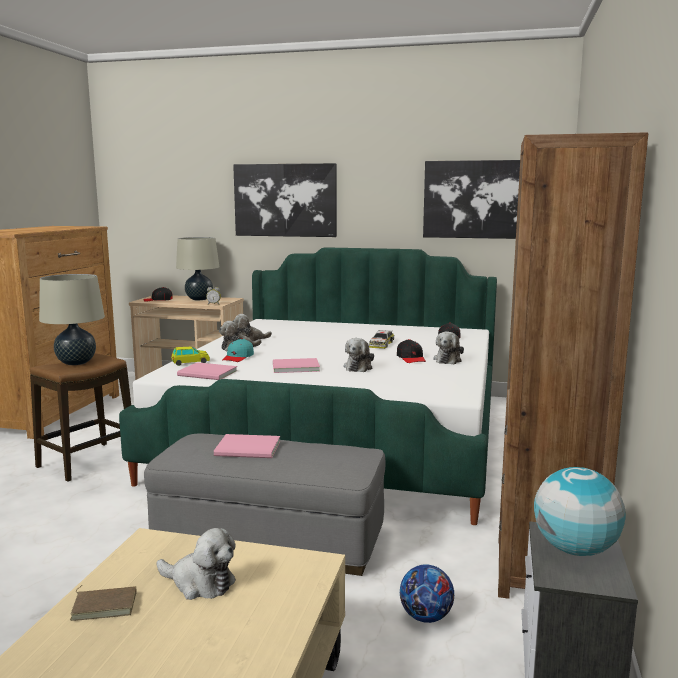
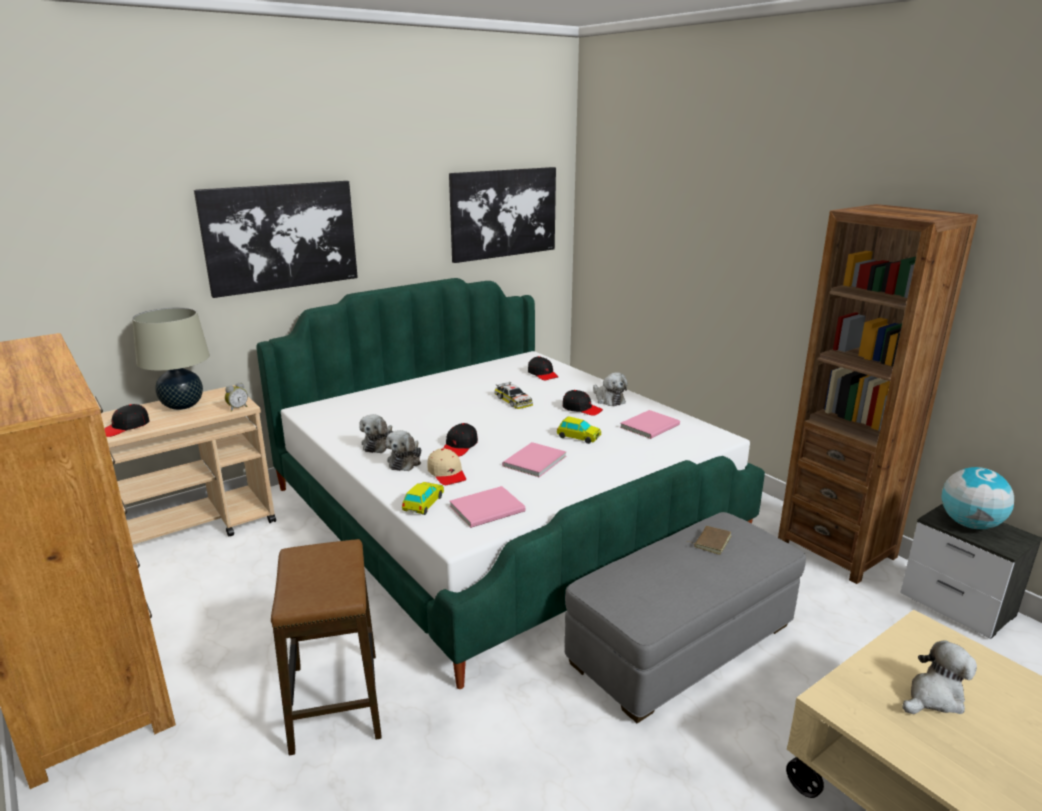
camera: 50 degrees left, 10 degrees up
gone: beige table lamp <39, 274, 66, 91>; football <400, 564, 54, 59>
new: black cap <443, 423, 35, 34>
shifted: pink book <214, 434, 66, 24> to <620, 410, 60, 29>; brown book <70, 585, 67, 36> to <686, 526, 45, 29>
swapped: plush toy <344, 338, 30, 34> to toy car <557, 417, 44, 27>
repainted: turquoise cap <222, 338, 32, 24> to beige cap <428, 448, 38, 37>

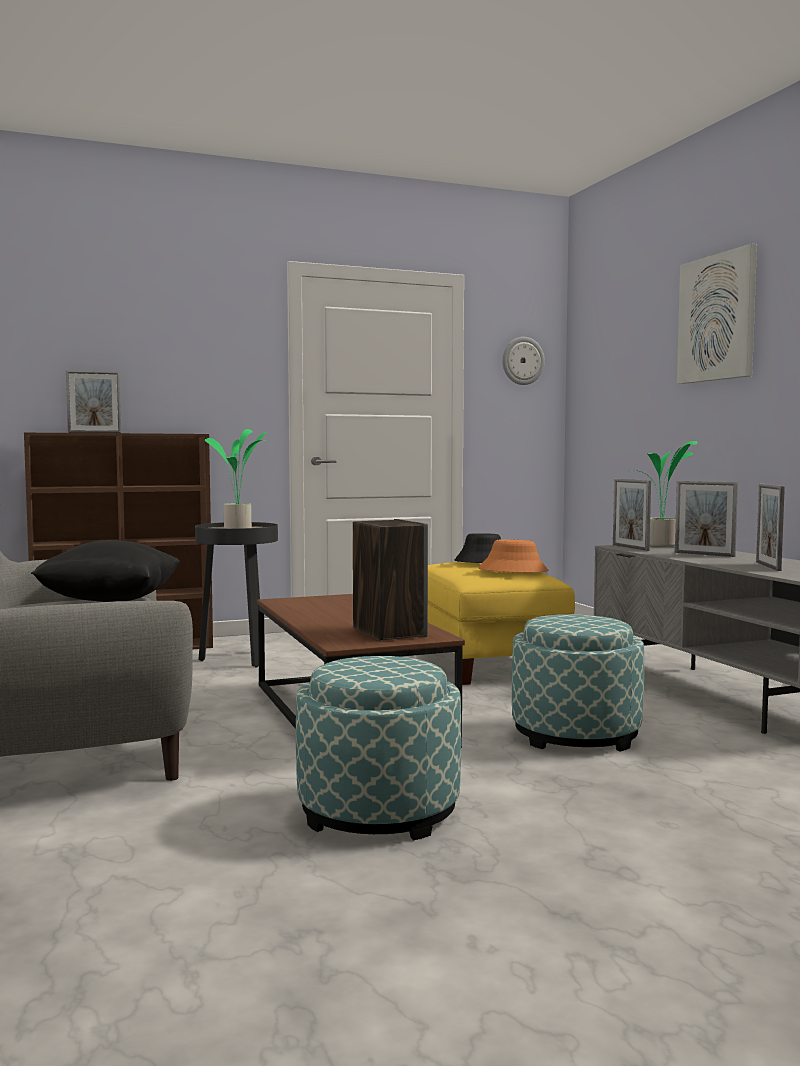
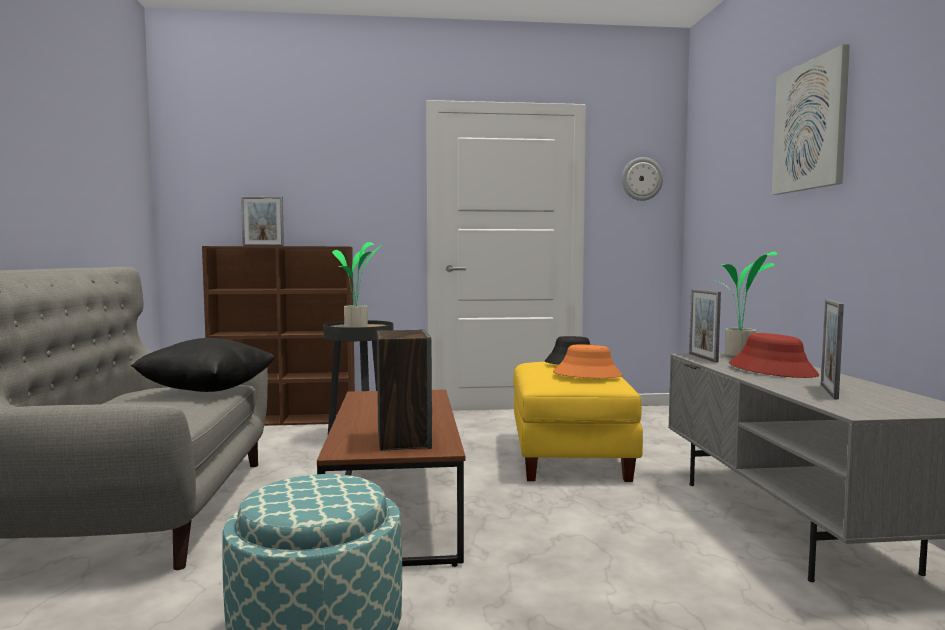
camera: 15 degrees right, 0 degrees up
gone: ottoman <512, 614, 132, 138>
swapped: picture frame <675, 481, 63, 76> to red hat <729, 333, 90, 45>

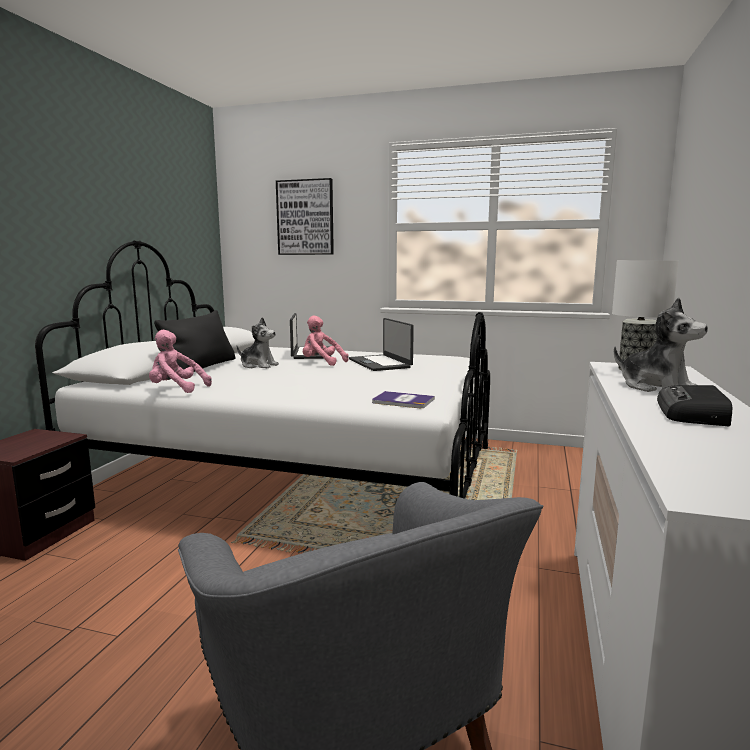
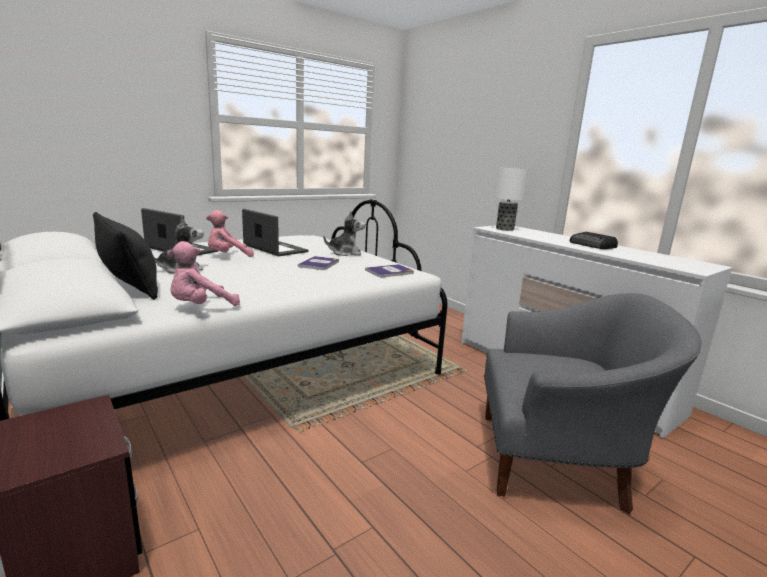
camera: 55 degrees left, 5 degrees up
gone: picture <276, 178, 58, 77>
new: book <298, 256, 41, 14>
shifted: plush toy <614, 298, 94, 94> to <324, 211, 41, 45>
rotated: laptop <349, 318, 65, 53> = <242, 209, 67, 47> 150 degrees counterclockwise

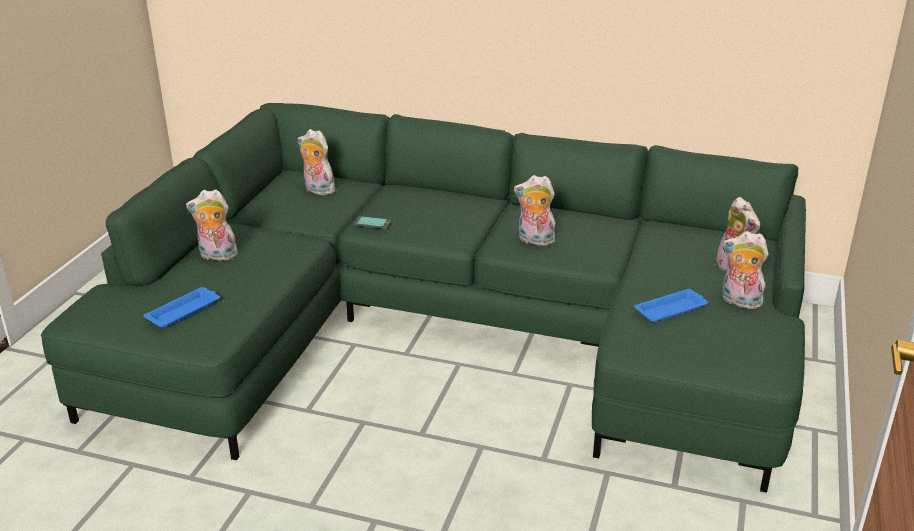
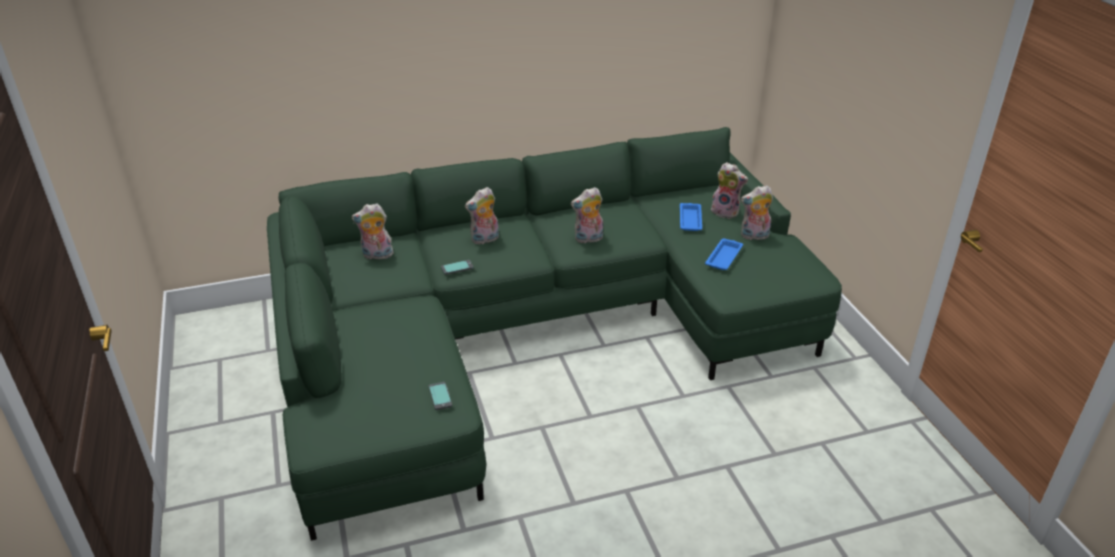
camera: 35 degrees left, 5 degrees up
new: phone <428, 382, 24, 28>
shifted: plush toy <186, 189, 52, 72> to <465, 187, 34, 57>; blue tray <144, 287, 76, 41> to <680, 203, 22, 28>

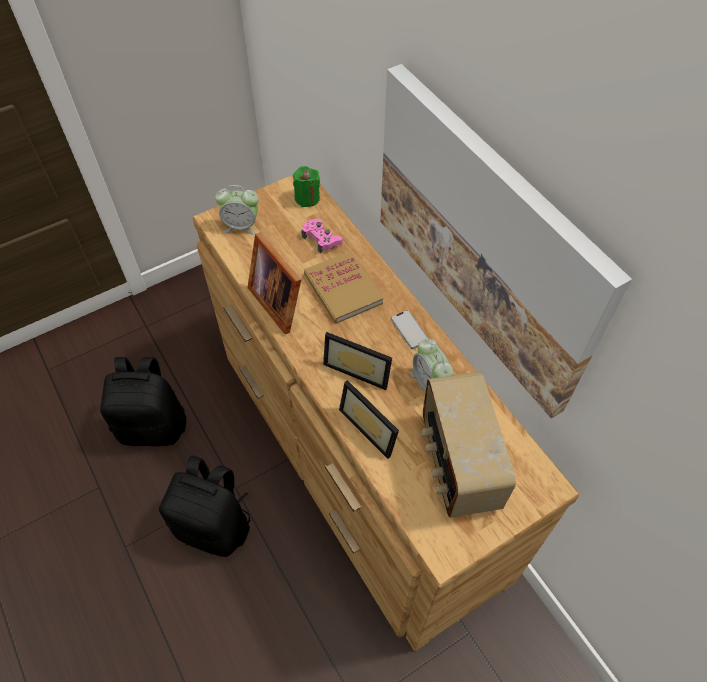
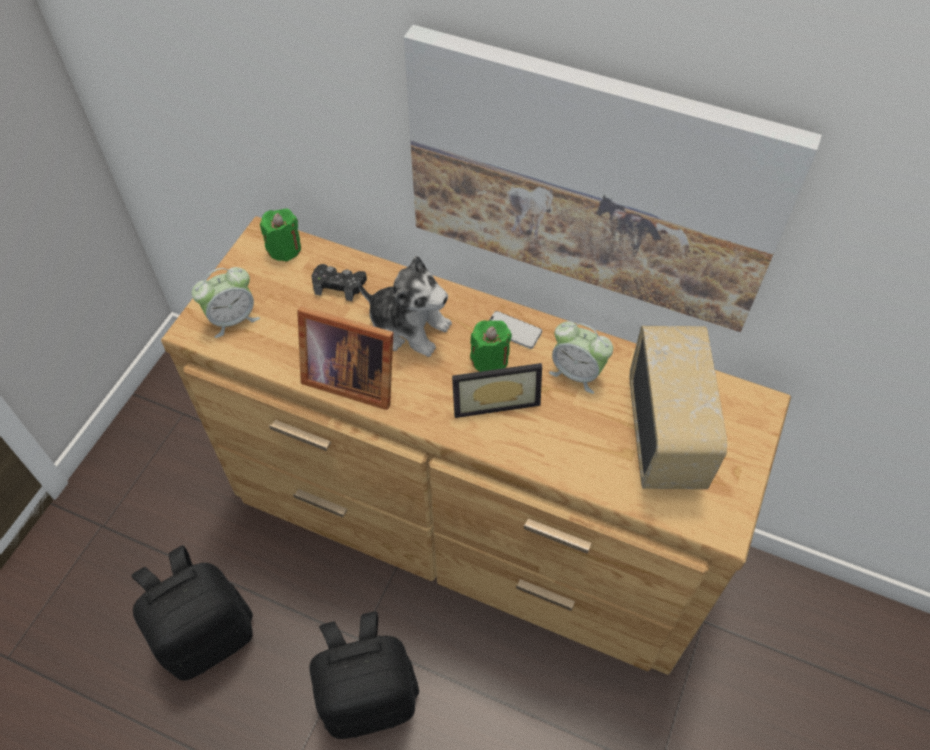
camera: 35 degrees left, 0 degrees up
gone: picture frame <339, 380, 60, 79>
new: green candle <470, 320, 42, 52>
swapped: book <304, 251, 79, 73> to plush toy <357, 256, 95, 101>
repainted: pink game controller <302, 219, 40, 34> to black game controller <312, 264, 55, 37>
rotated: radio <421, 372, 95, 146> = <630, 326, 97, 163> 135 degrees counterclockwise

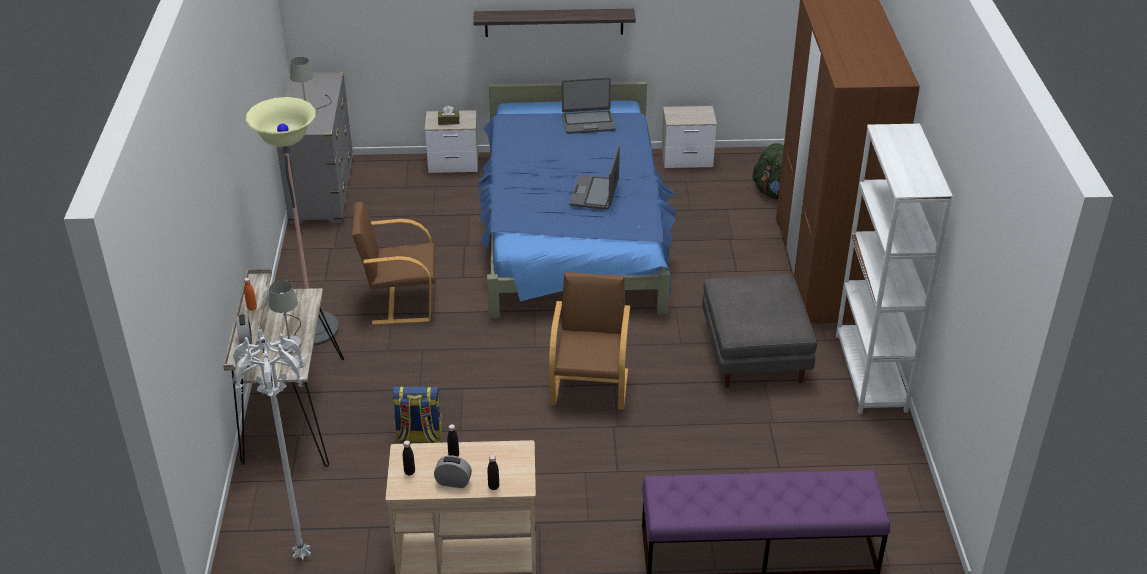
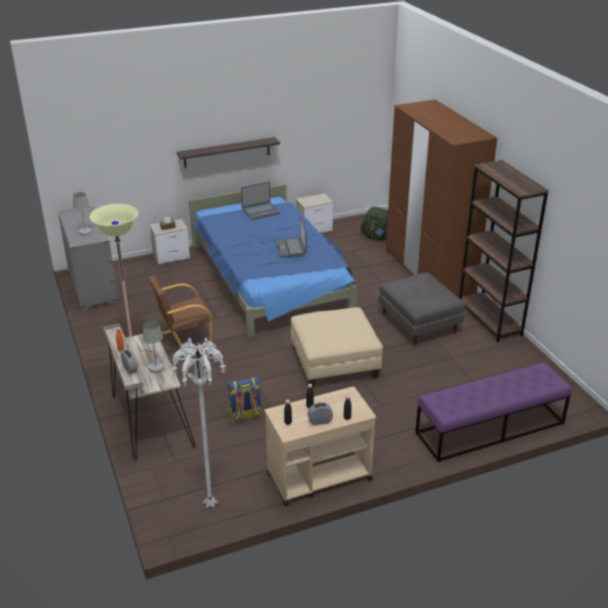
camera: 20 degrees left, 5 degrees down
swapped: brown armchair <549, 272, 81, 138> to beige ottoman <291, 307, 92, 81>
repainted: white bookcase <836, 124, 117, 290> to brown bookcase <459, 160, 90, 182>

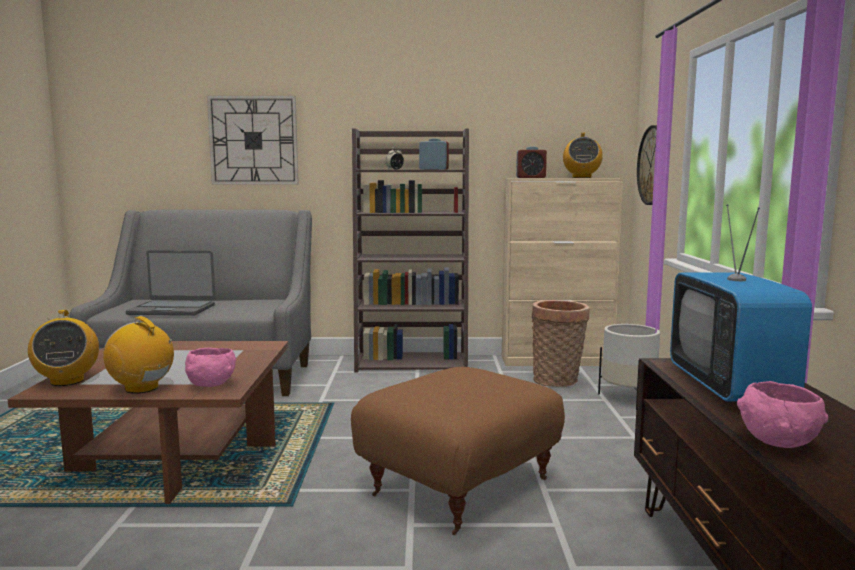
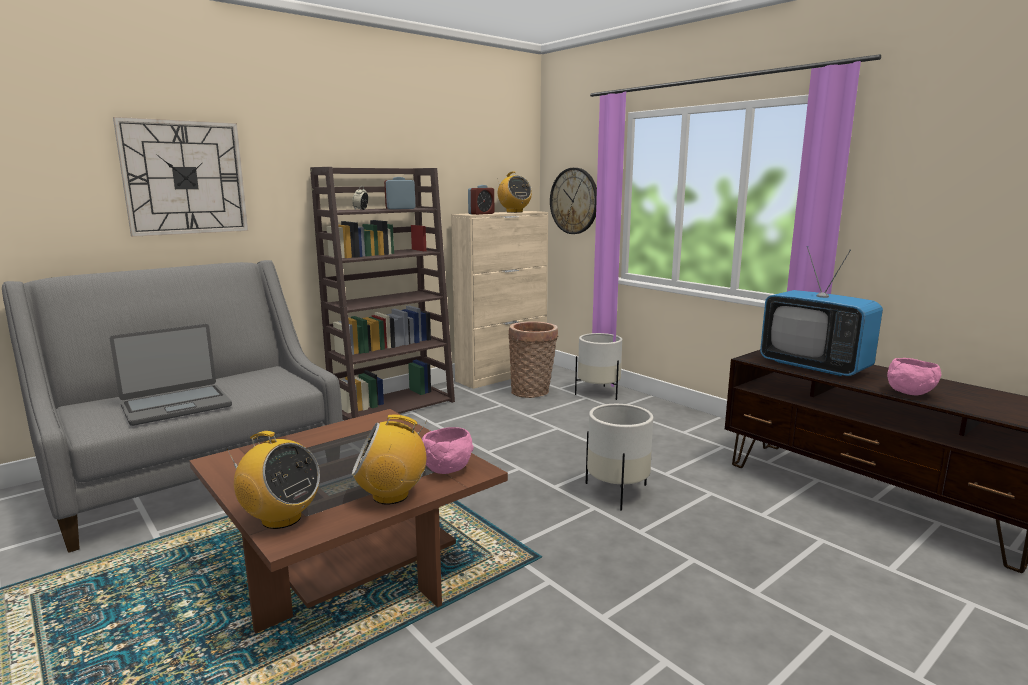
camera: 40 degrees left, 5 degrees up
swapped: brown ottoman <351, 367, 214, 168> to white planter <586, 404, 67, 107>

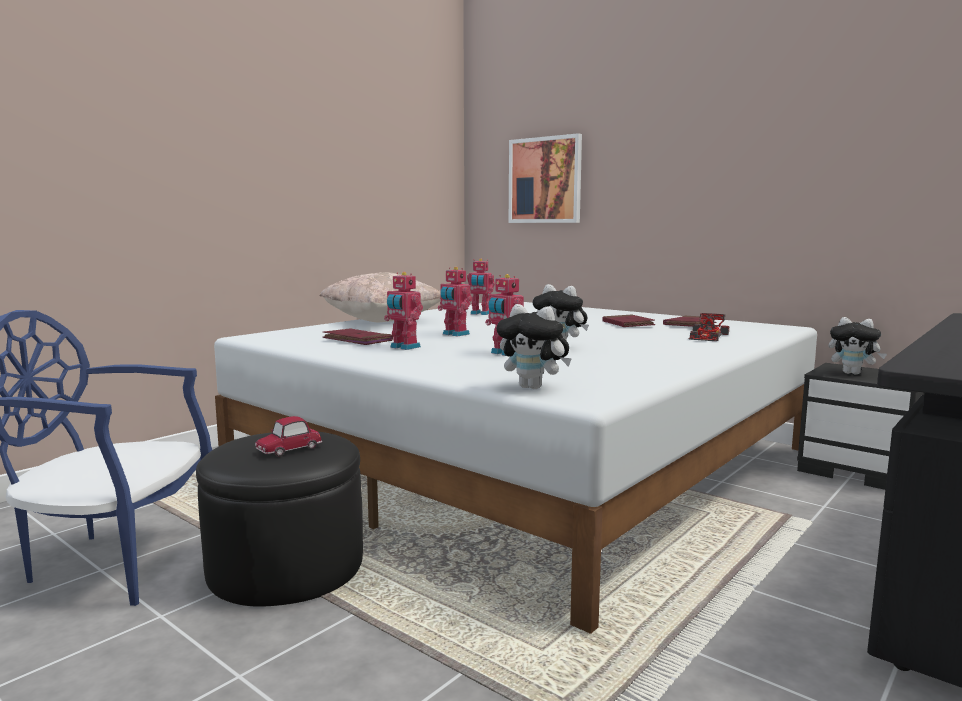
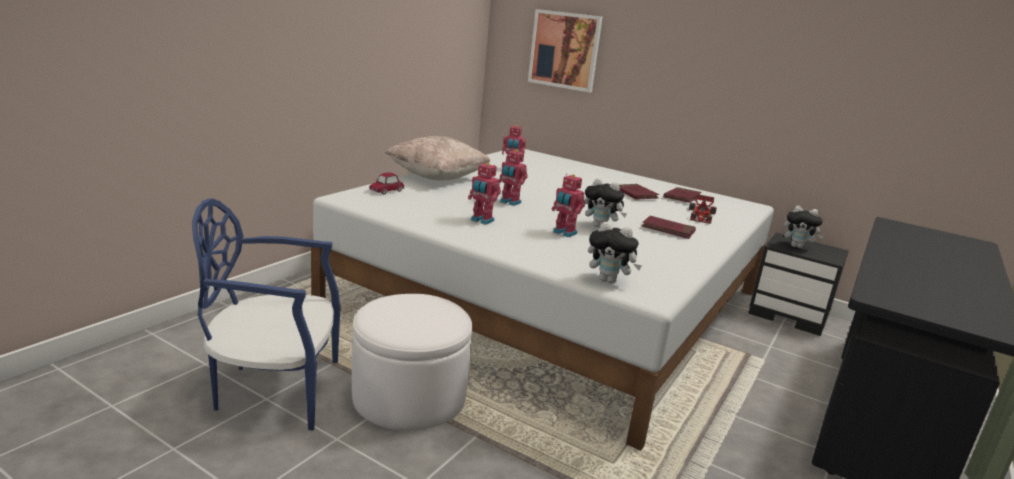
camera: 10 degrees left, 10 degrees up
shifted: toy car <255, 416, 67, 40> to <369, 172, 36, 23>; red book <323, 328, 70, 17> to <642, 216, 54, 23>
repainted: black ottoman <196, 431, 167, 176> to white ottoman <352, 294, 120, 137>

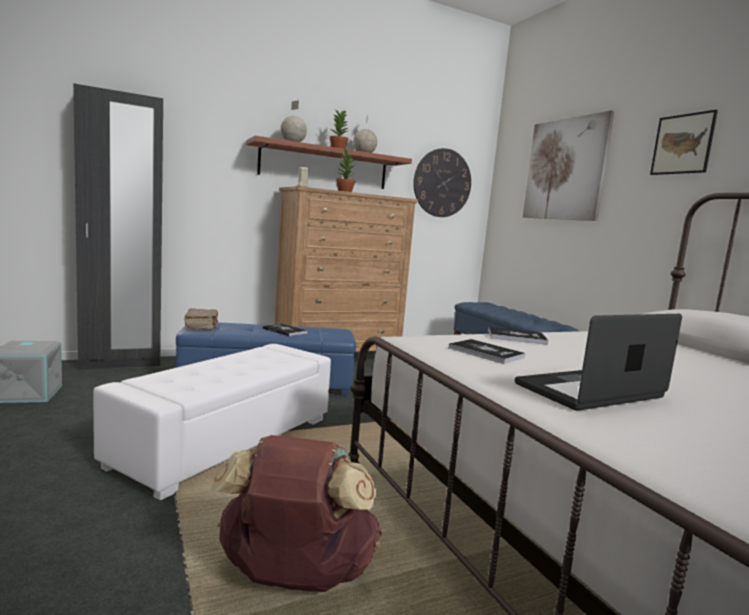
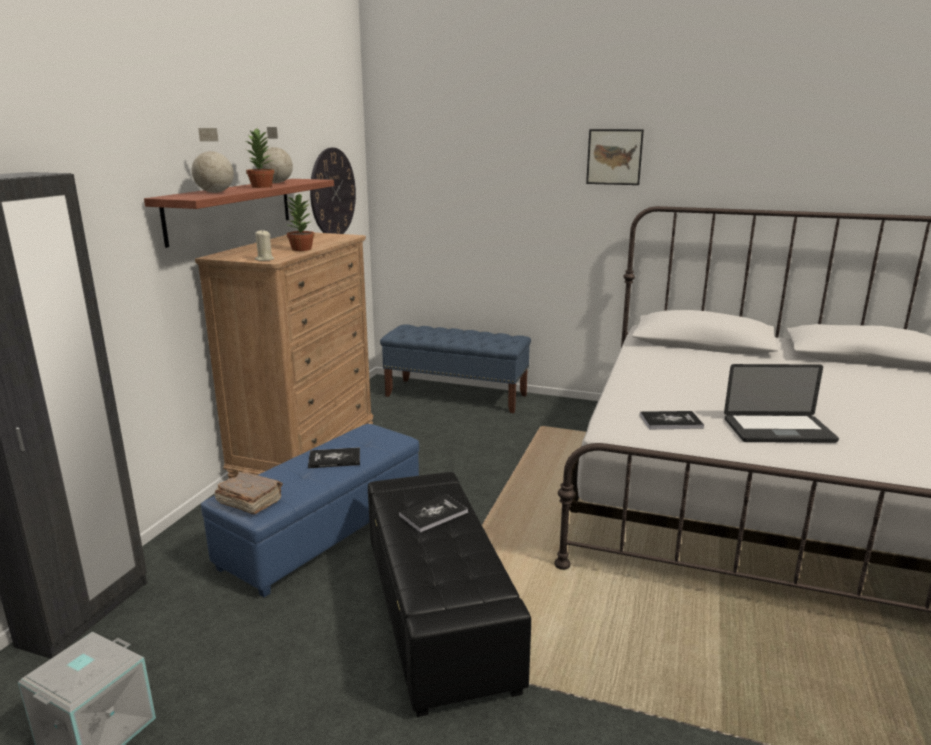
camera: 45 degrees left, 10 degrees up
gone: brown backpack <210, 435, 172, 157>; picture <523, 110, 91, 111>
shifted: book <488, 327, 61, 18> to <399, 494, 69, 39>
repainted: white ottoman <93, 344, 238, 157> to black ottoman <368, 472, 163, 245>
rotated: laptop <515, 314, 167, 97> = <724, 364, 115, 79> 105 degrees counterclockwise

